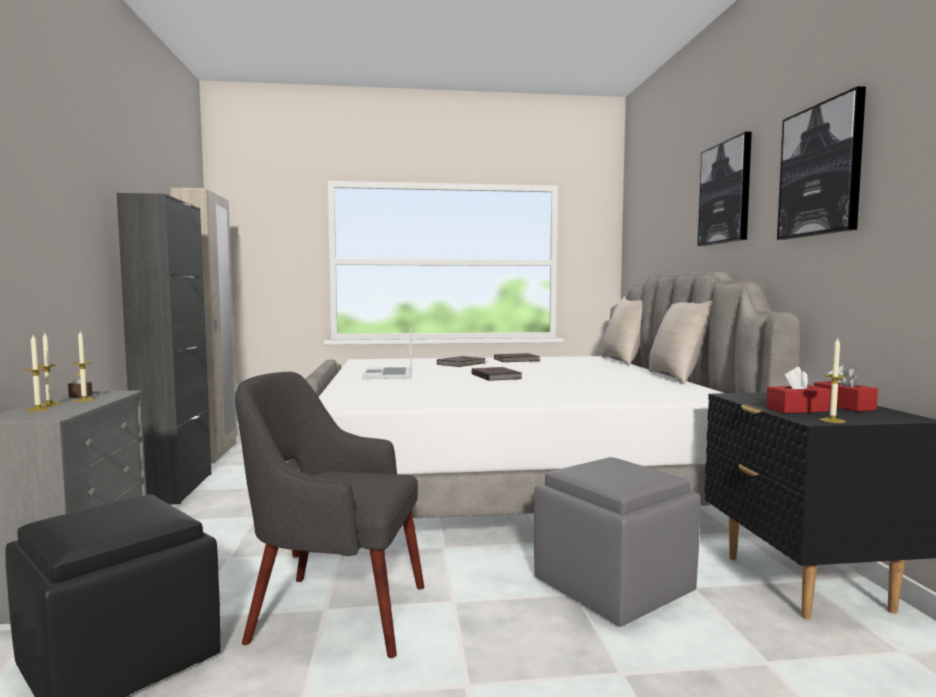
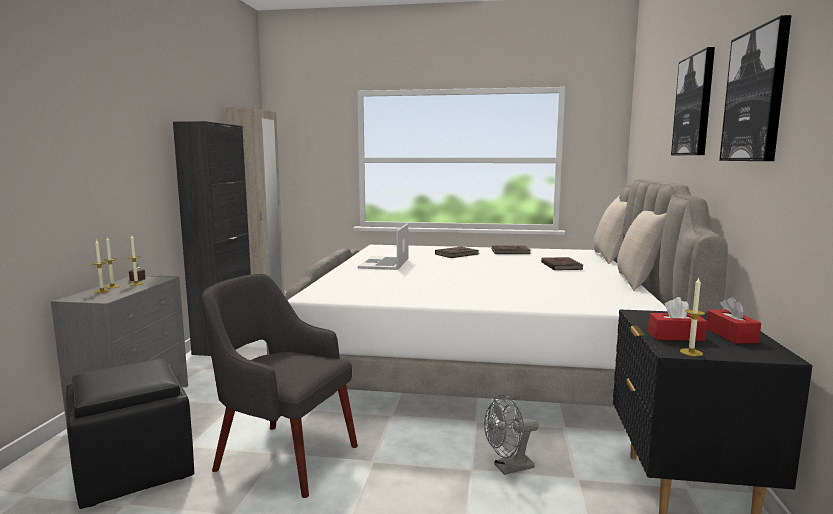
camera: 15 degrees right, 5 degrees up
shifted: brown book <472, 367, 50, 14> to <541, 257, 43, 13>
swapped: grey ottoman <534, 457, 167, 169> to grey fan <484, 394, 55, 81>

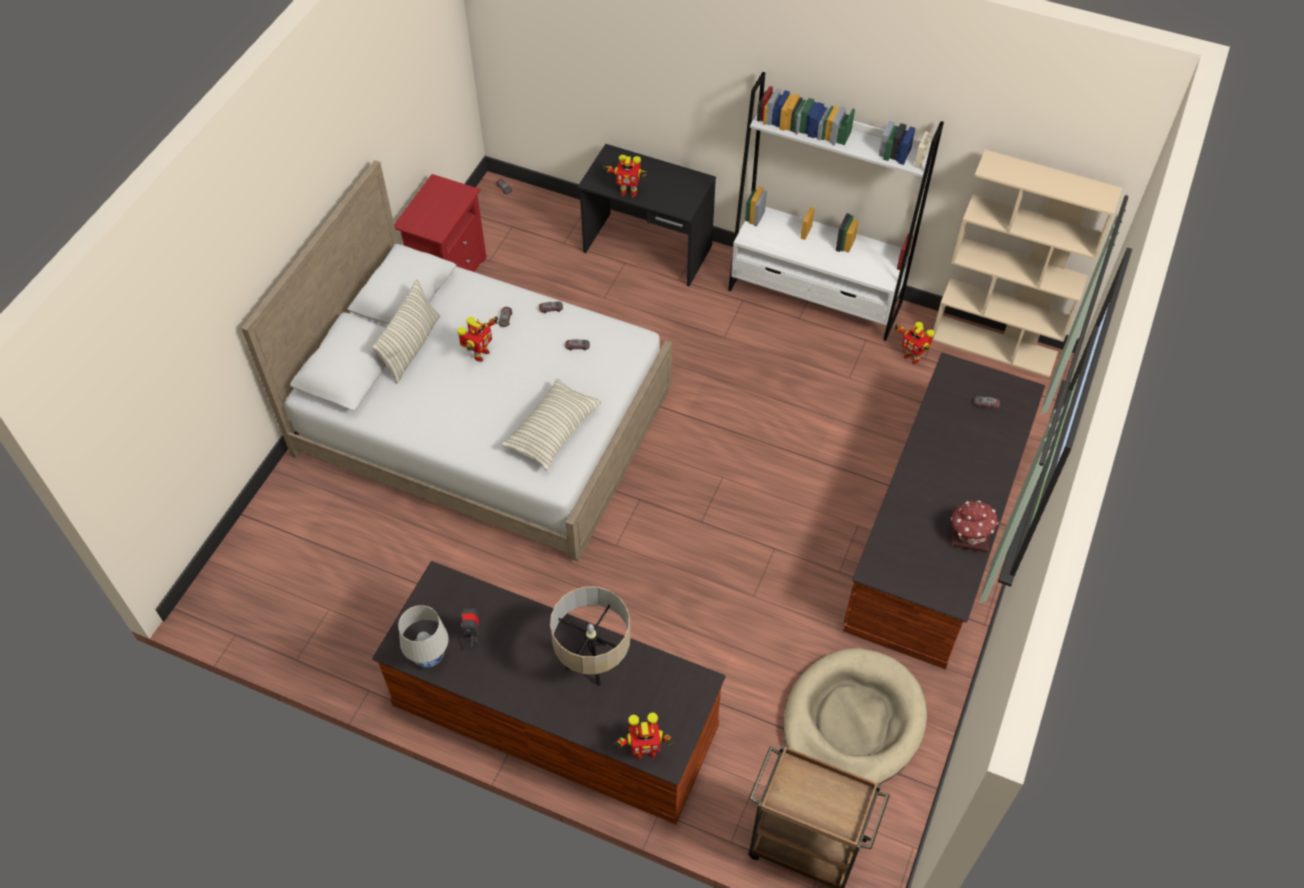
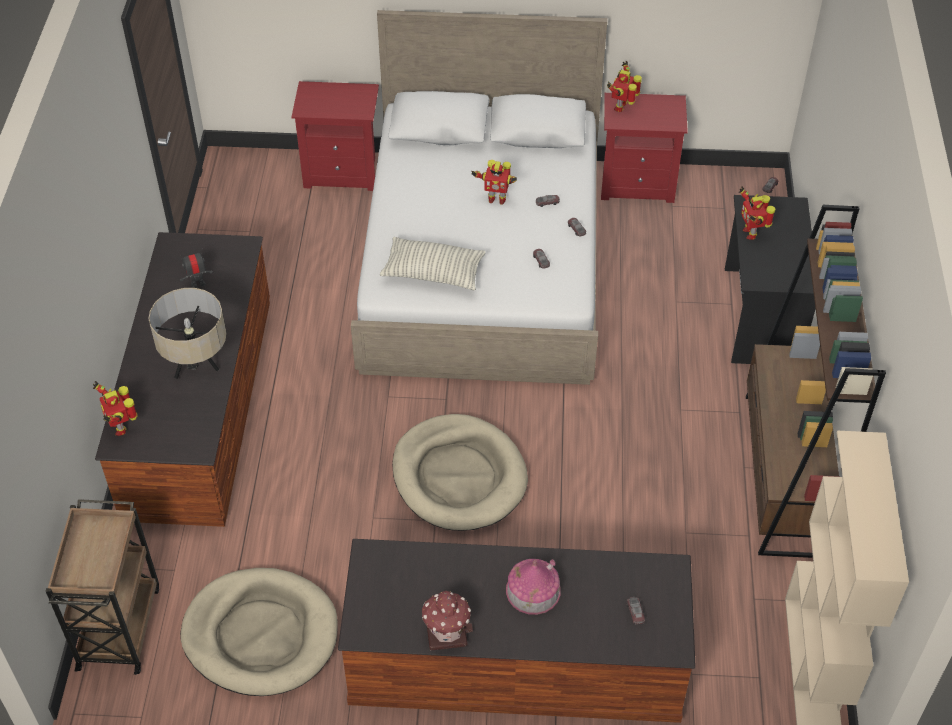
camera: 70 degrees right, 5 degrees down
gone: pillow <372, 279, 68, 105>; white table lamp <398, 605, 51, 63>
new: red nightstand <291, 81, 88, 110>; beige dog bed <392, 414, 136, 117>; toy house <506, 559, 55, 56>
shifted: toy robot <895, 322, 40, 42> to <607, 61, 35, 51>
repainted: white bookcase <728, 72, 216, 269> to brown bookcase <746, 205, 140, 353>

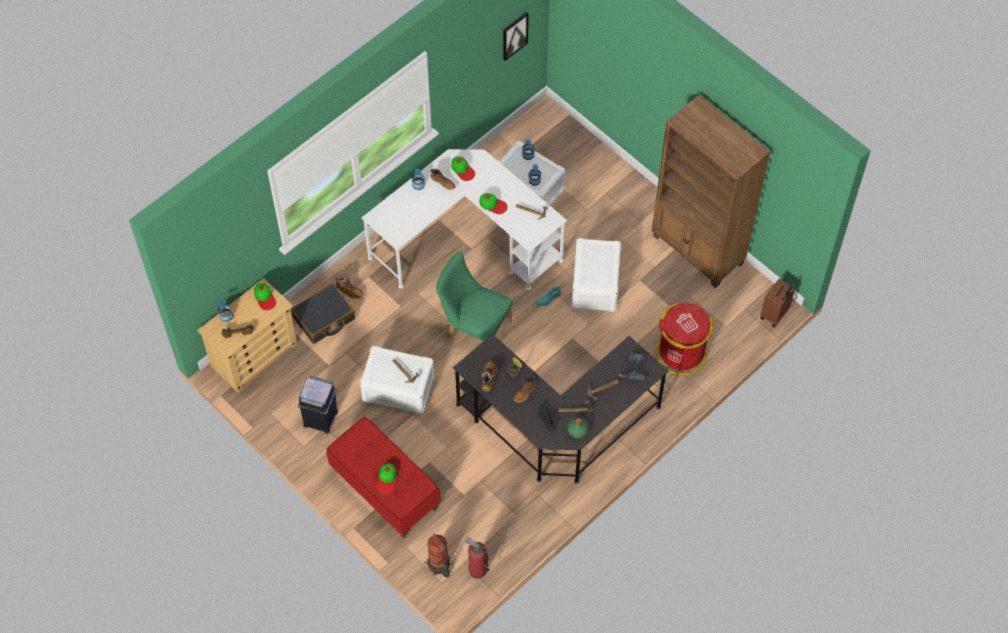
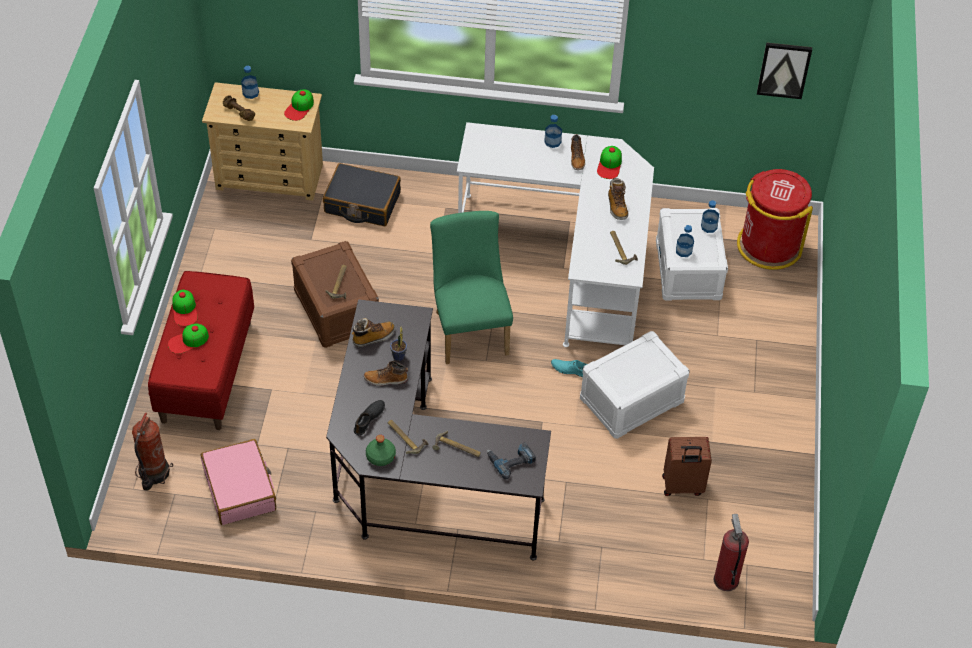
camera: 50 degrees right, 10 degrees down
gone: blue trash can <298, 376, 40, 58>; brown bookcase <652, 95, 119, 193>
new: pink suitcase <201, 439, 75, 86>
shifted: cap <479, 193, 28, 21> to <172, 290, 26, 36>; boot <335, 275, 29, 24> to <608, 178, 21, 42>; brown suitcase <760, 278, 36, 49> to <662, 437, 50, 59>; fire extinguisher <465, 537, 24, 42> to <713, 514, 36, 77>; red trash can <656, 302, 58, 73> to <737, 169, 76, 101>
repainted: white storage box <360, 346, 75, 68> to brown storage box <291, 241, 88, 107>

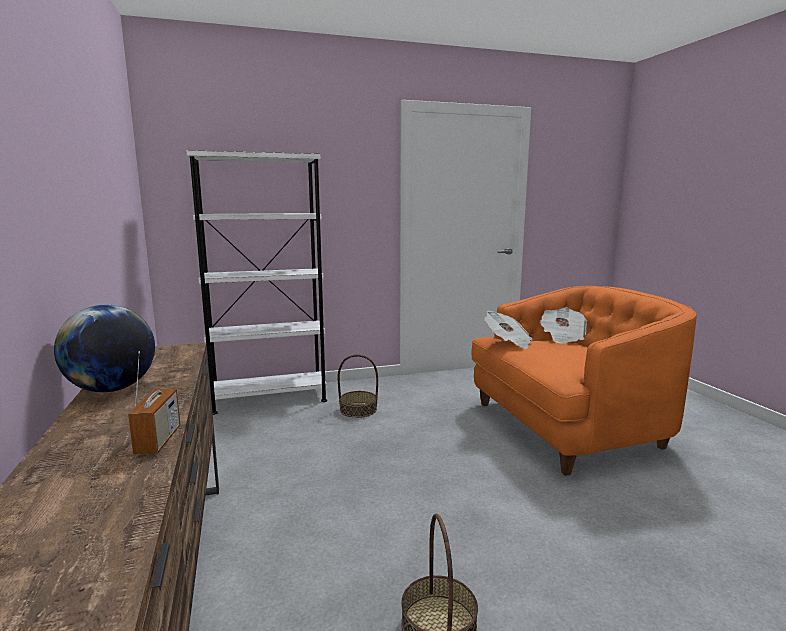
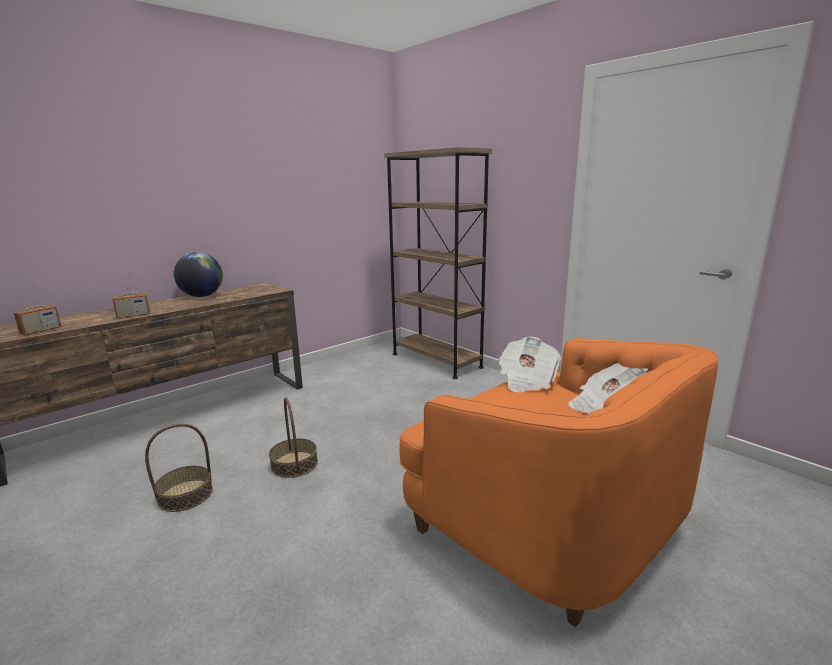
camera: 65 degrees right, 5 degrees up
new: radio <14, 283, 47, 52>
shifted: basket <338, 355, 40, 63> to <269, 397, 49, 81>
repainted: white bookcase <187, 150, 140, 265> to brown bookcase <384, 147, 108, 232>

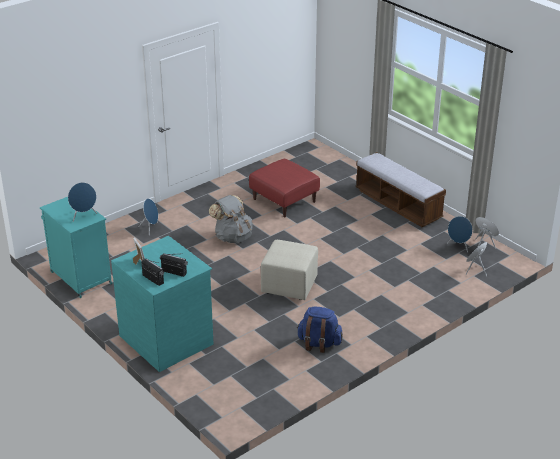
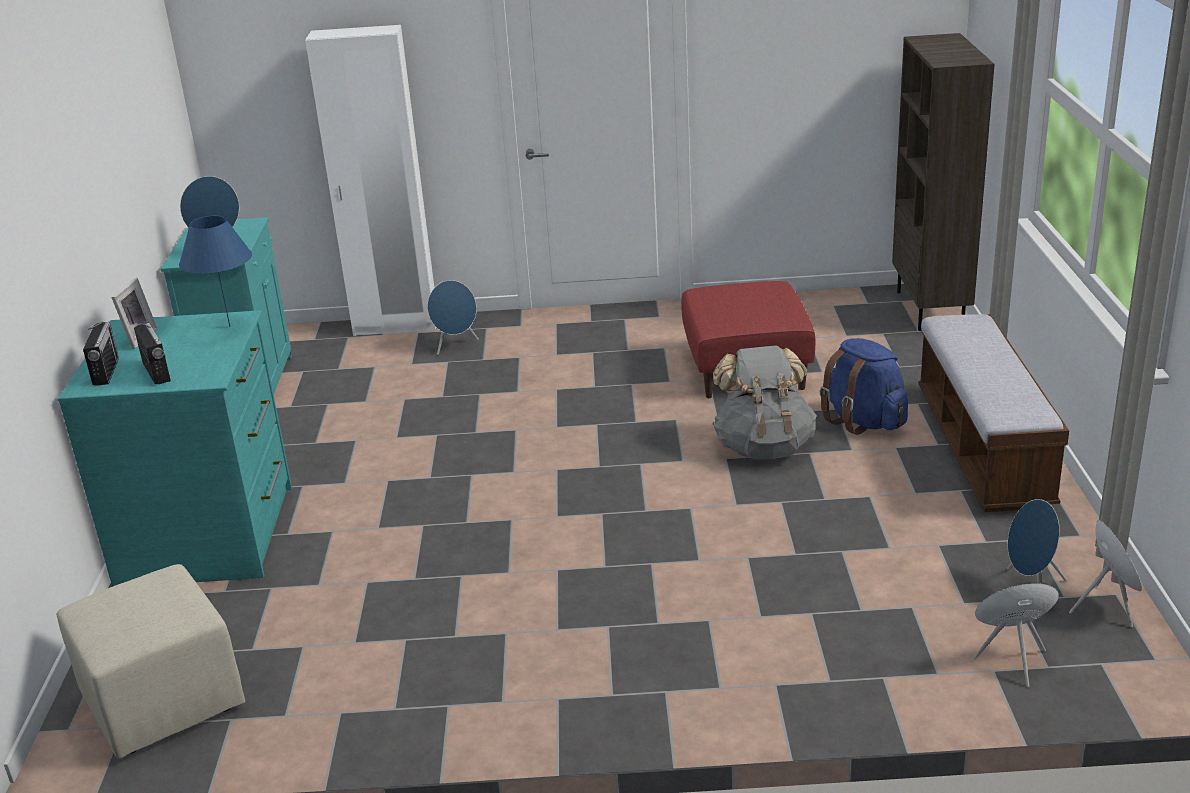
camera: 40 degrees right, 5 degrees down
new: blue table lamp <179, 216, 73, 111>; white wardrobe <305, 25, 131, 311>; brown bookcase <892, 33, 103, 298>
shifted: beige ottoman <261, 240, 57, 60> to <56, 564, 189, 195>; grey backpack <209, 195, 44, 48> to <712, 345, 105, 114>; blue backpack <297, 307, 46, 46> to <820, 338, 88, 97>

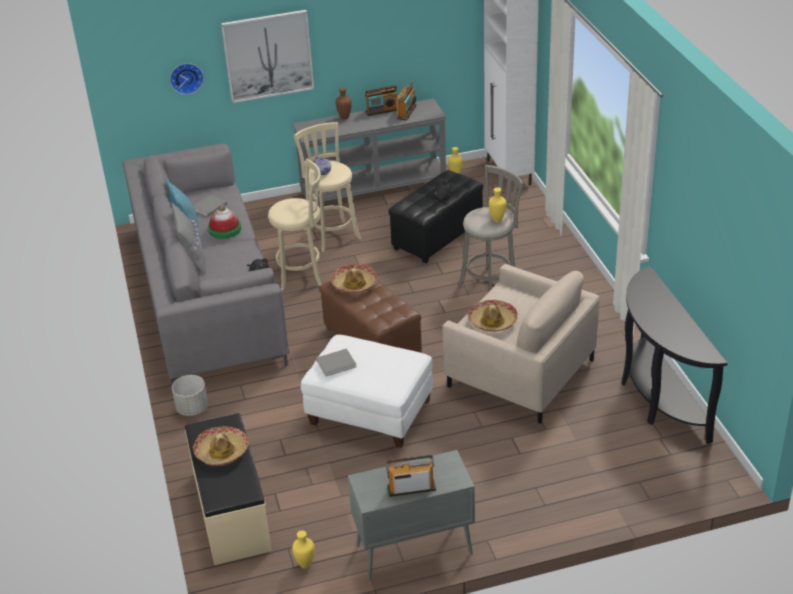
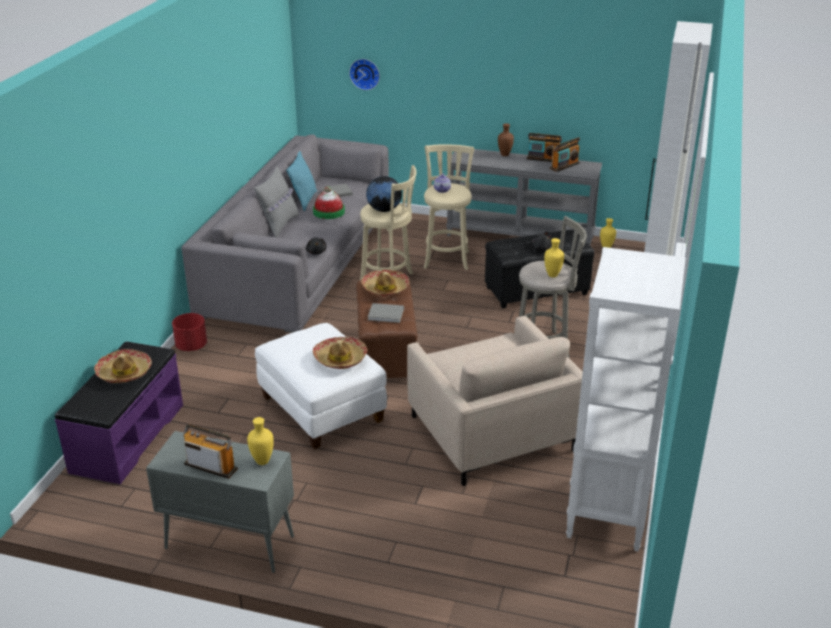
camera: 30 degrees right, 5 degrees down
gone: picture <221, 10, 93, 93>
new: globe <366, 176, 36, 36>
shifted: yellow vase <292, 530, 23, 38> to <247, 417, 27, 48>; hat <468, 300, 50, 32> to <313, 337, 55, 32>; grey book <316, 349, 41, 27> to <368, 303, 36, 20>
swapped: black console table <621, 266, 106, 178> to white bookcase <566, 247, 120, 305>
repainted: beige bench <185, 413, 87, 152> to purple bench <55, 342, 128, 142>; grey planter <172, 375, 36, 41> to red planter <172, 313, 35, 38>

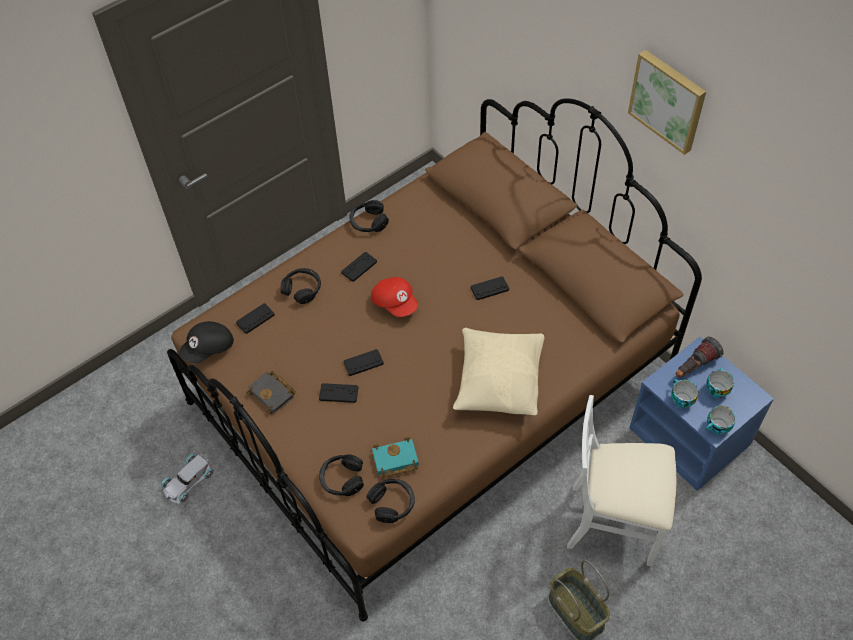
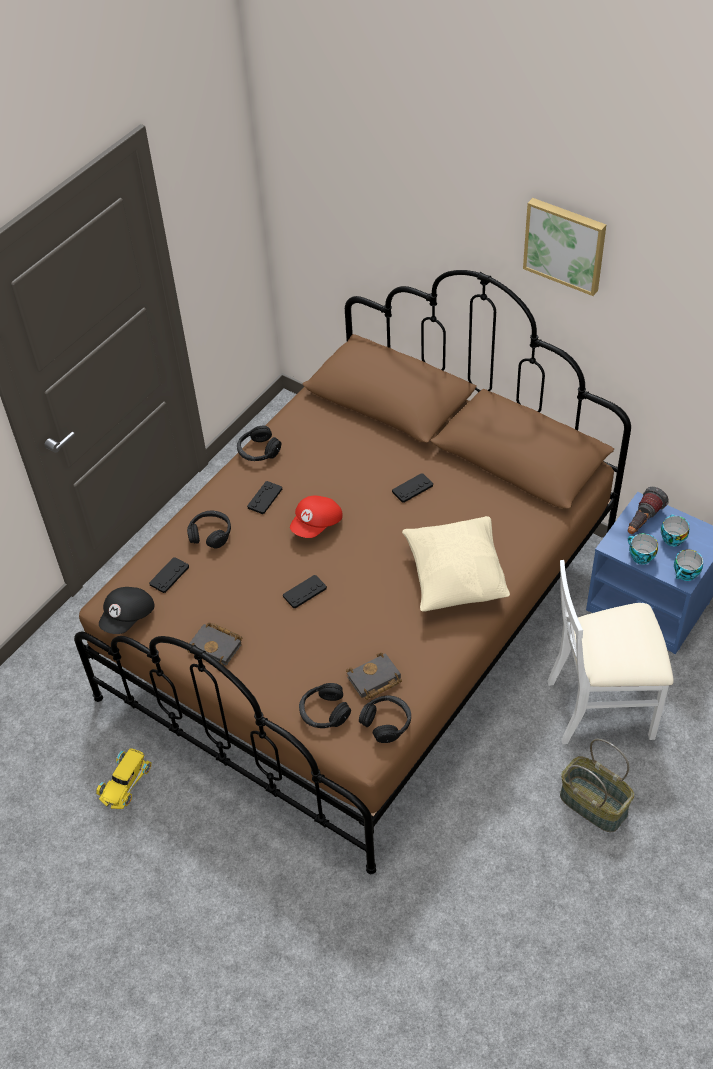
camera: 15 degrees left, 5 degrees down
gone: black game controller <319, 383, 40, 20>
repainted: white toy car <161, 454, 53, 50> to yellow toy car <96, 749, 55, 60>; turquoise book <372, 437, 47, 41> to black book <346, 652, 56, 48>
rotated: red cap <371, 277, 47, 40> = <290, 496, 53, 42> 90 degrees clockwise

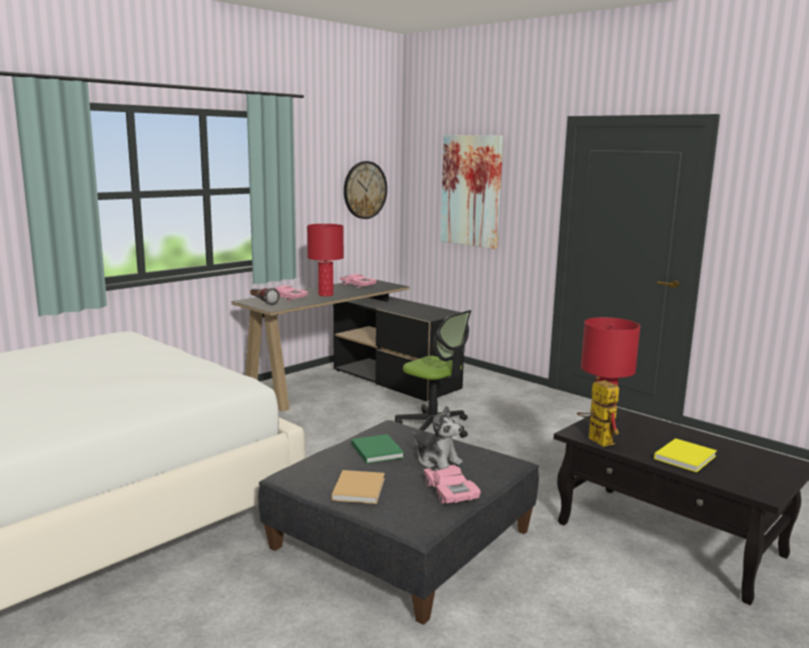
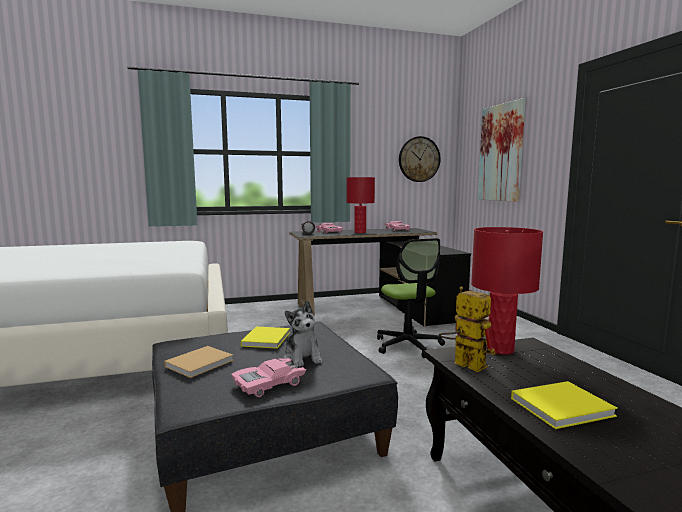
camera: 30 degrees right, 5 degrees down
repainted: green book <352, 434, 52, 30> to yellow book <241, 327, 49, 22>
rotated: pink toy car <424, 465, 57, 39> = <231, 358, 75, 39> 45 degrees clockwise; toy robot <577, 376, 42, 71> = <439, 287, 56, 85> 45 degrees counterclockwise

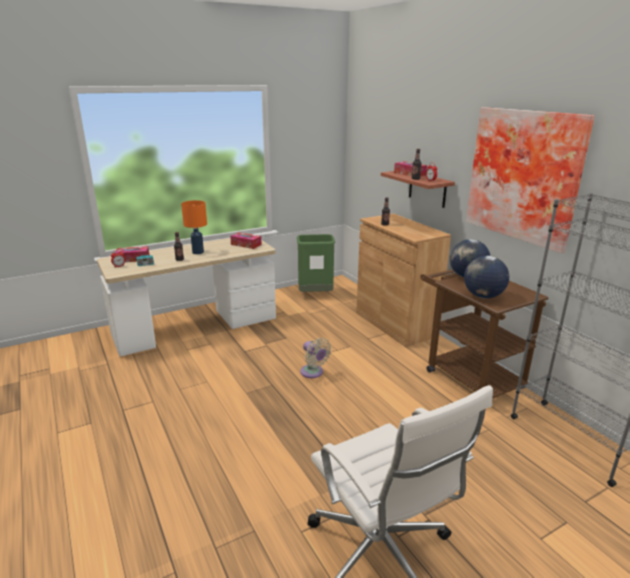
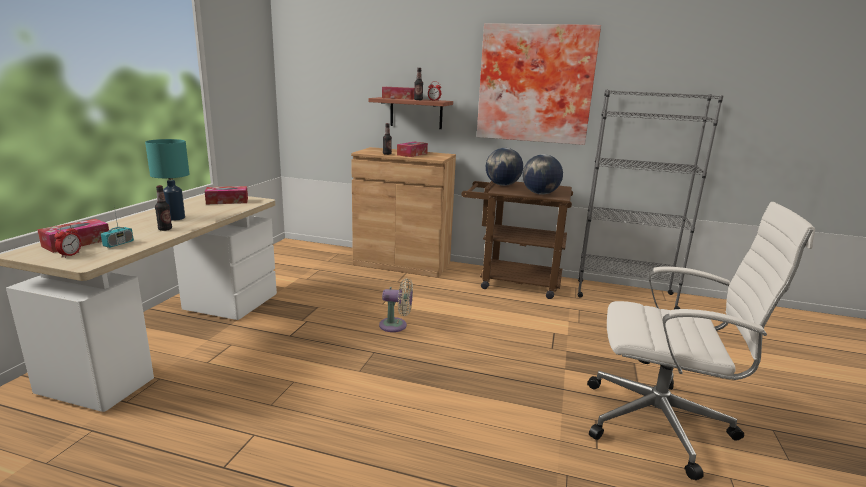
camera: 45 degrees left, 5 degrees down
gone: green trash can <297, 234, 38, 58>
new: tissue box <397, 142, 31, 15>
repainted: orange table lamp <181, 200, 26, 54> to turquoise table lamp <145, 139, 44, 82>

